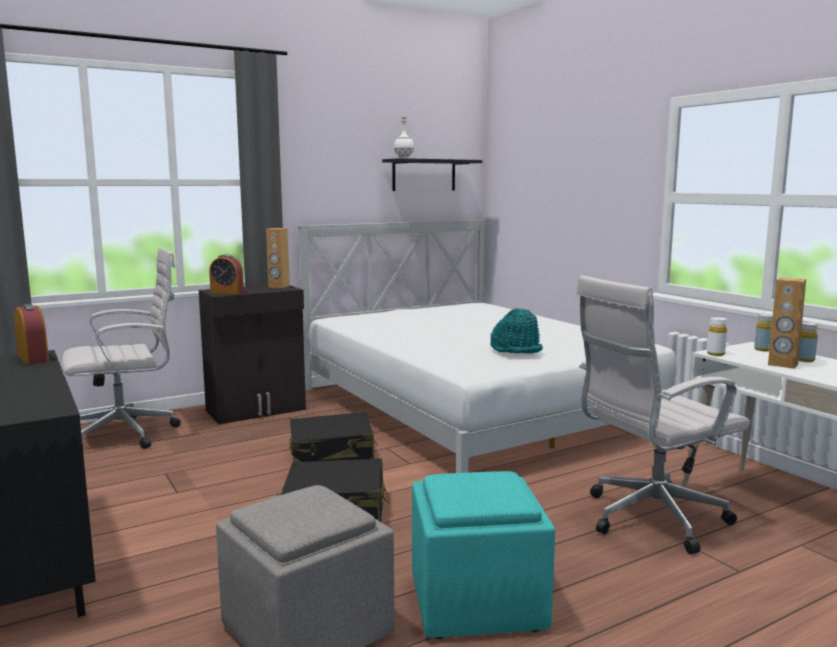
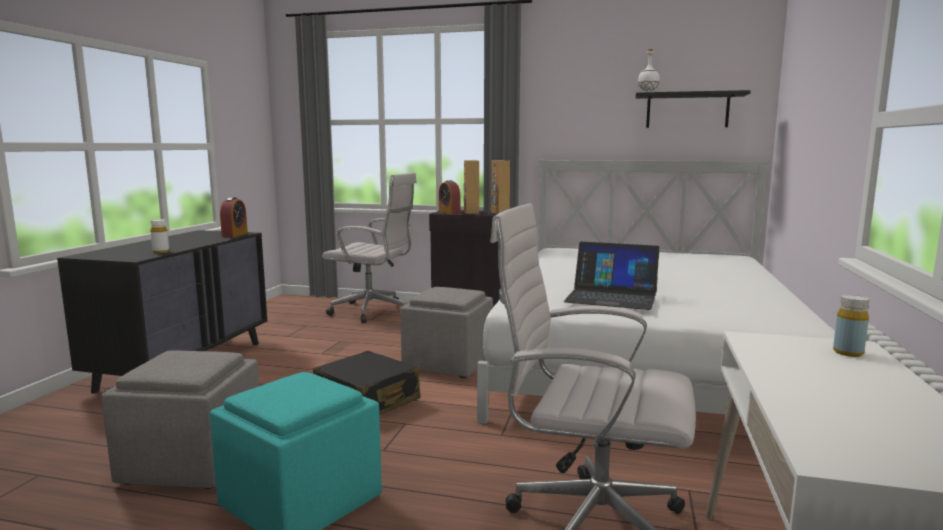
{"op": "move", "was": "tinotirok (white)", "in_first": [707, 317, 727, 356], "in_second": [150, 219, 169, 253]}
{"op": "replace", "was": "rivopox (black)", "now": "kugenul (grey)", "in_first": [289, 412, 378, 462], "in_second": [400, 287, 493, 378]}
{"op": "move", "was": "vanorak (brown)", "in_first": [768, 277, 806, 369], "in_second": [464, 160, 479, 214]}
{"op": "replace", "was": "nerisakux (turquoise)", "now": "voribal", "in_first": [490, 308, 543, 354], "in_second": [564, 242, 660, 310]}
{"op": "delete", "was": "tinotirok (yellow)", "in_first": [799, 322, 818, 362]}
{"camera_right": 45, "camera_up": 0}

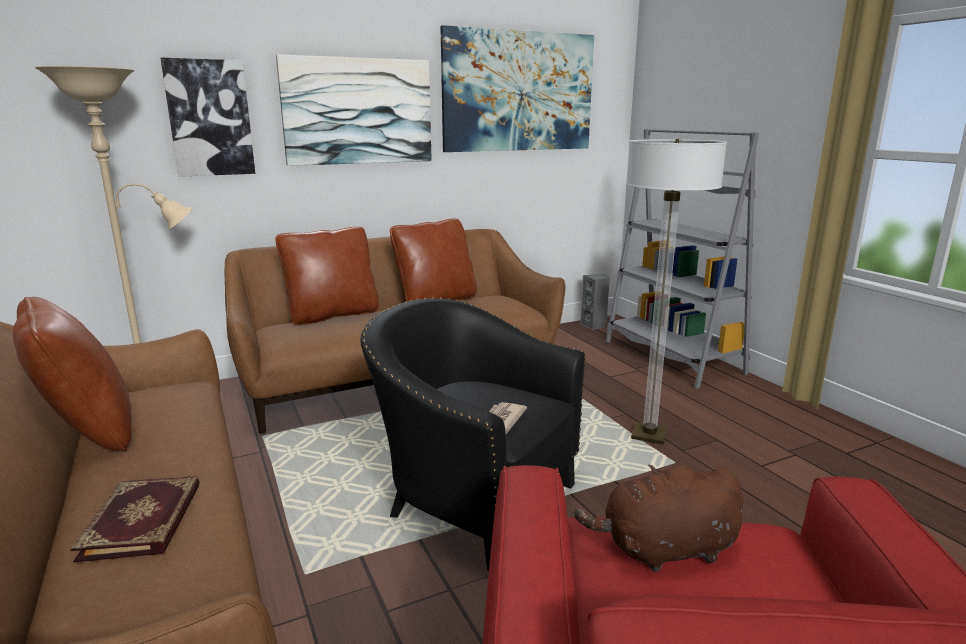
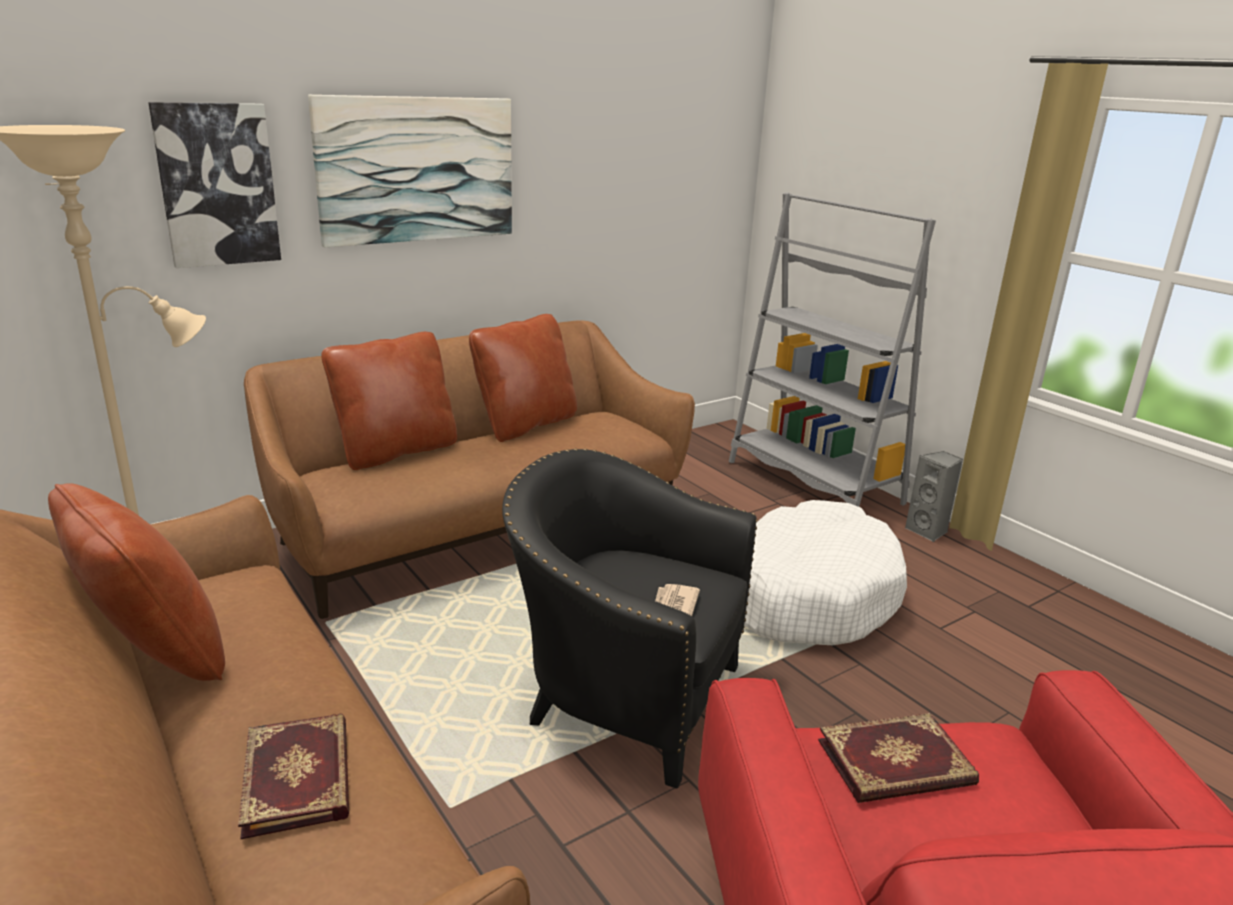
{"op": "replace", "was": "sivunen", "now": "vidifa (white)", "in_first": [626, 139, 727, 445], "in_second": [744, 500, 907, 645]}
{"op": "replace", "was": "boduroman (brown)", "now": "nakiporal", "in_first": [575, 464, 744, 572], "in_second": [818, 713, 979, 803]}
{"op": "move", "was": "vanorak (grey)", "in_first": [580, 274, 610, 330], "in_second": [905, 451, 963, 542]}
{"op": "delete", "was": "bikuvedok", "in_first": [440, 25, 594, 152]}
{"camera_right": -10, "camera_up": 5}

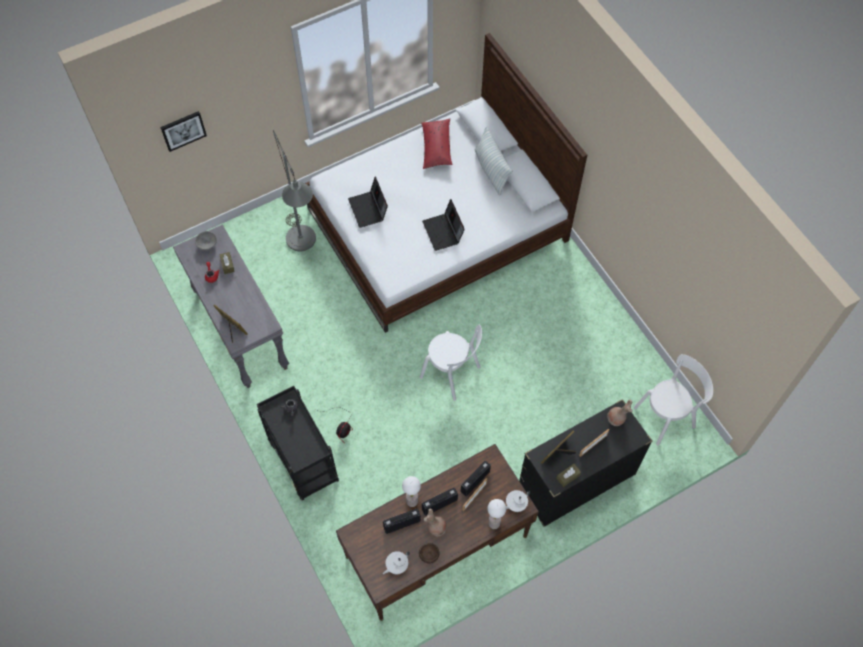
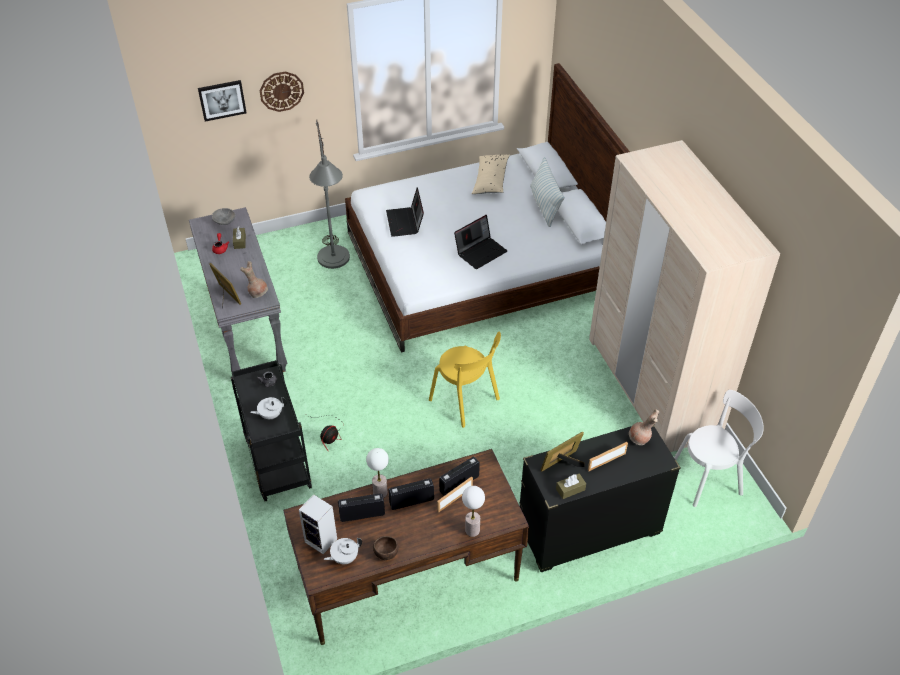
{"op": "move", "was": "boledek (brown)", "in_first": [424, 509, 447, 536], "in_second": [240, 261, 268, 298]}
{"op": "move", "was": "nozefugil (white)", "in_first": [506, 490, 530, 512], "in_second": [250, 397, 287, 419]}
{"op": "insert", "now": "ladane", "in_second": [260, 72, 304, 112]}
{"op": "insert", "now": "vanorak", "in_second": [299, 494, 337, 554]}
{"op": "recolor", "was": "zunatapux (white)", "now": "zunatapux (yellow)", "in_first": [420, 325, 482, 401], "in_second": [429, 332, 501, 428]}
{"op": "rotate", "was": "voribal", "in_first": [422, 199, 465, 251], "in_second": [454, 215, 507, 269], "clockwise": -120}
{"op": "recolor", "was": "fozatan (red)", "now": "fozatan (beige)", "in_first": [422, 118, 453, 169], "in_second": [472, 154, 510, 194]}
{"op": "insert", "now": "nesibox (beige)", "in_second": [589, 140, 780, 452]}
{"camera_right": 10, "camera_up": -15}

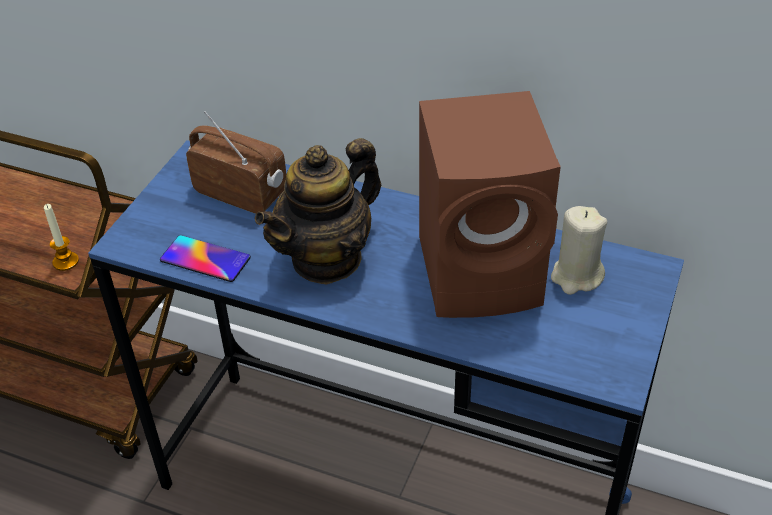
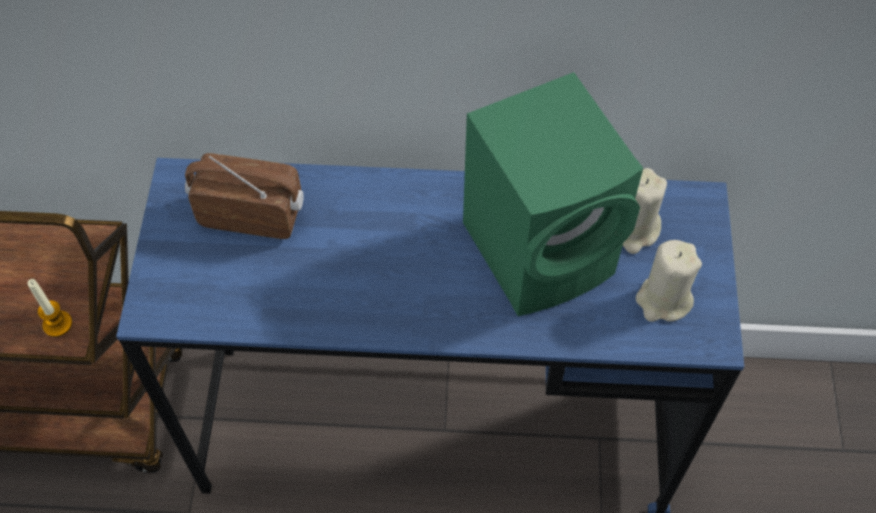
{"op": "recolor", "was": "vanorak (brown)", "now": "vanorak (green)", "in_first": [419, 91, 561, 318], "in_second": [463, 72, 643, 316]}
{"op": "insert", "now": "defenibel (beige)", "in_second": [635, 240, 702, 322]}
{"op": "delete", "was": "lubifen", "in_first": [160, 235, 251, 282]}
{"op": "delete", "was": "nozefugil", "in_first": [255, 138, 381, 285]}
{"camera_right": -20, "camera_up": 15}

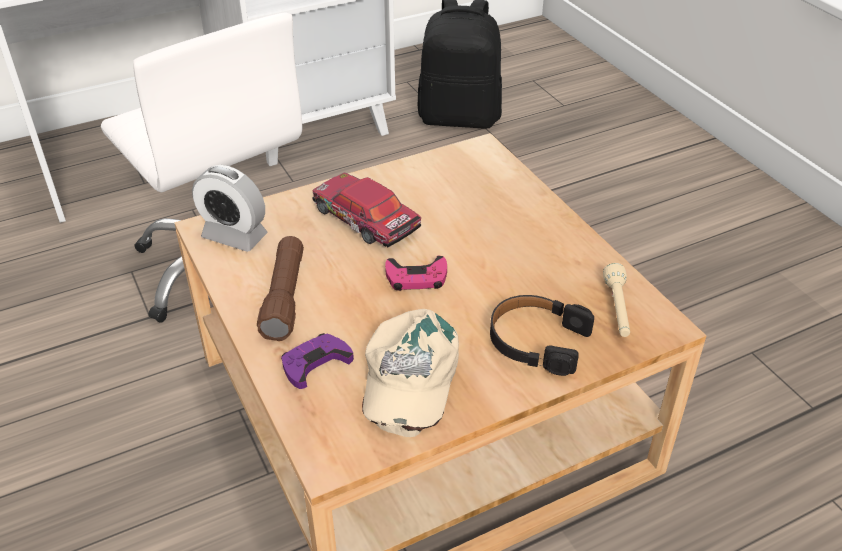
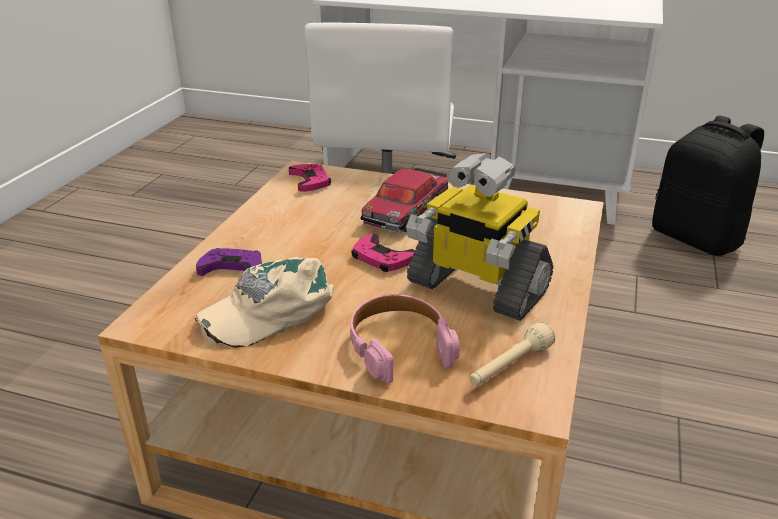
{"op": "replace", "was": "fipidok", "now": "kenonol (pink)", "in_first": [192, 165, 268, 252], "in_second": [289, 164, 331, 192]}
{"op": "recolor", "was": "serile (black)", "now": "serile (pink)", "in_first": [490, 295, 594, 376], "in_second": [350, 294, 460, 384]}
{"op": "rotate", "was": "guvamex", "in_first": [312, 173, 421, 247], "in_second": [361, 168, 448, 233], "clockwise": -150}
{"op": "insert", "now": "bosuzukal", "in_second": [406, 153, 553, 321]}
{"op": "delete", "was": "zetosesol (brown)", "in_first": [257, 236, 304, 341]}
{"camera_right": 45, "camera_up": -10}

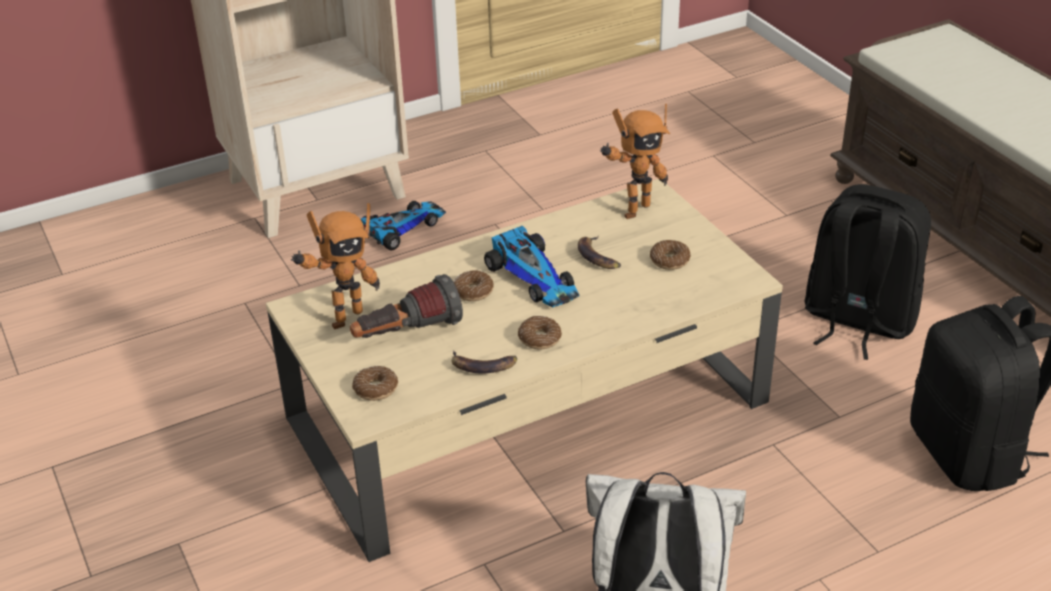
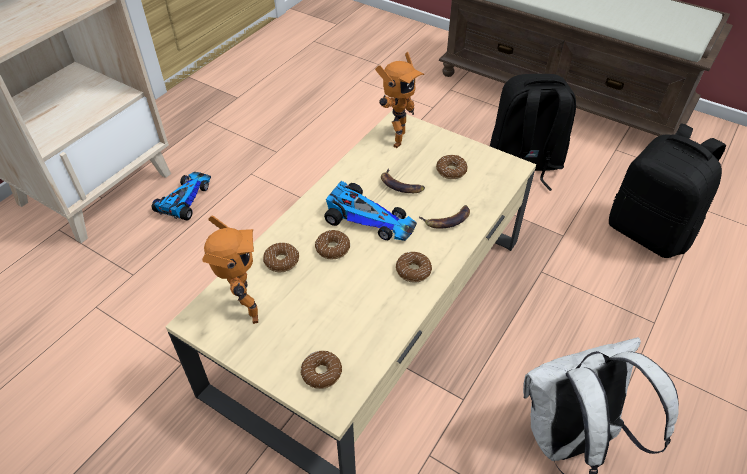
{"op": "rotate", "was": "bosuzukal", "in_first": [291, 203, 380, 329], "in_second": [202, 216, 258, 324], "clockwise": -45}
{"op": "insert", "now": "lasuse", "in_second": [263, 243, 299, 272]}
{"op": "move", "was": "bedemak", "in_first": [451, 350, 517, 374], "in_second": [419, 205, 470, 229]}
{"op": "delete", "was": "zetosesol", "in_first": [350, 274, 463, 338]}
{"camera_right": -30, "camera_up": 10}

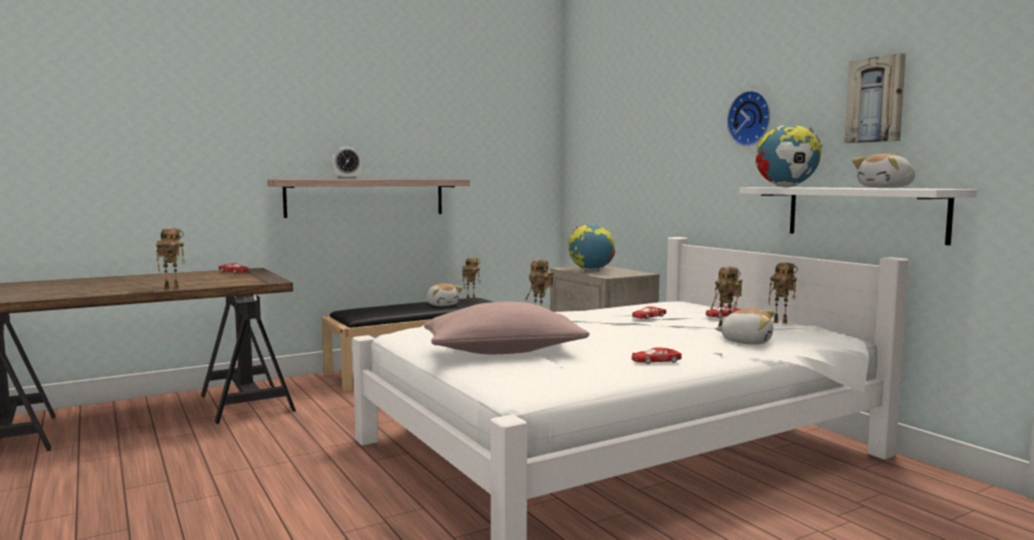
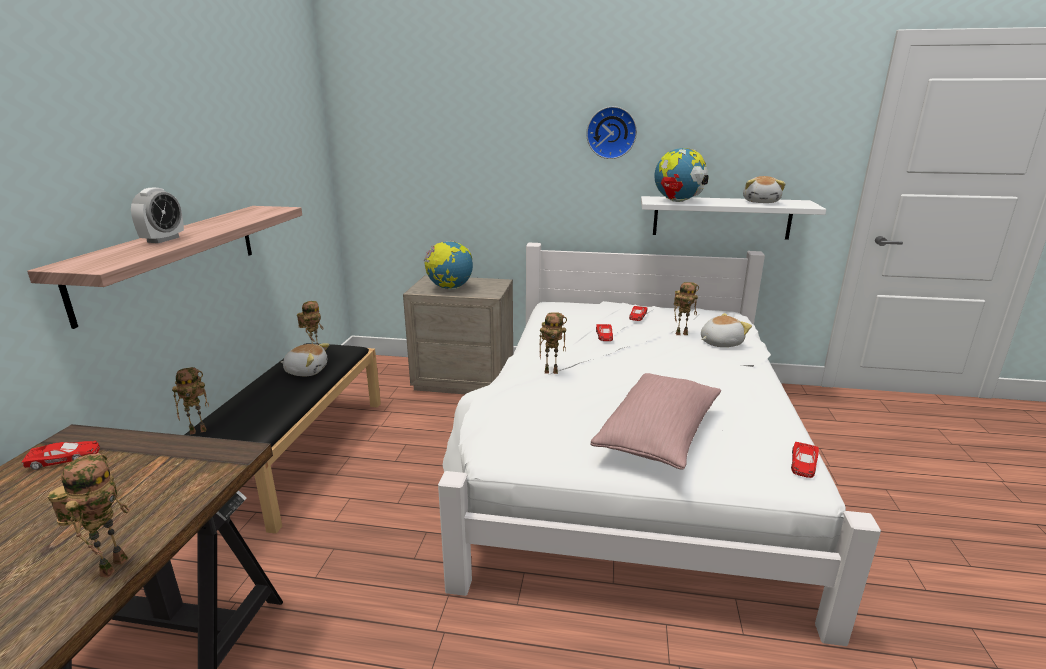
{"op": "move", "was": "bosuzukal", "in_first": [768, 263, 798, 324], "in_second": [172, 367, 209, 434]}
{"op": "move", "was": "guvamex (red)", "in_first": [632, 347, 682, 364], "in_second": [791, 442, 819, 478]}
{"op": "delete", "was": "bikuvedok", "in_first": [844, 53, 906, 143]}
{"camera_right": -50, "camera_up": 15}

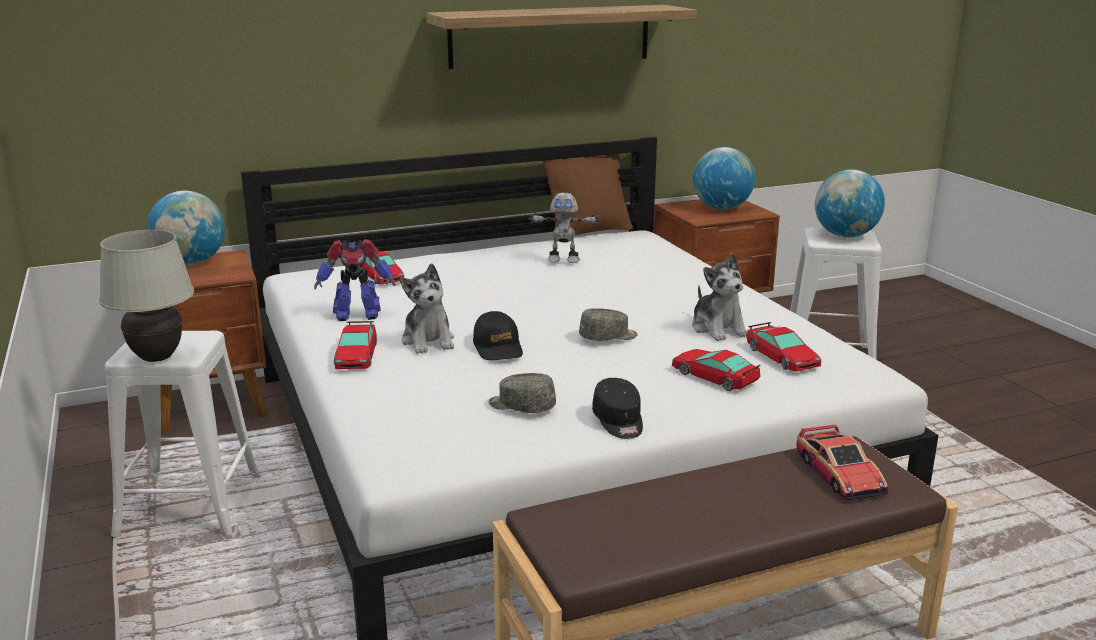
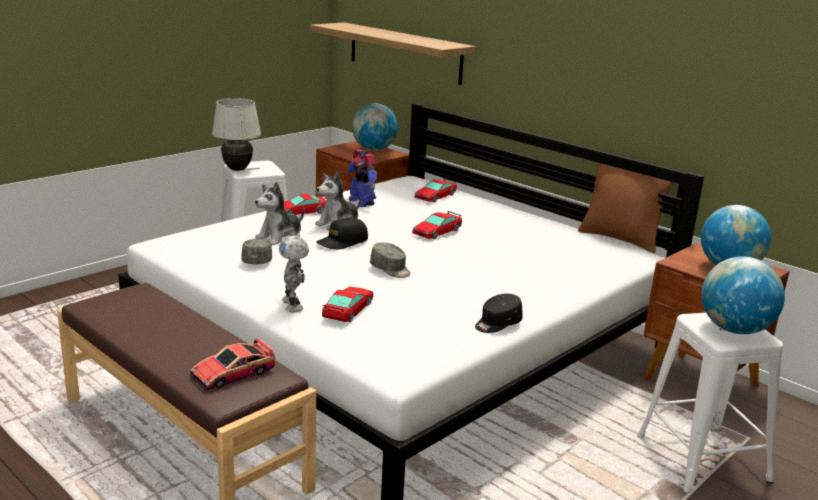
{"op": "move", "was": "boduroman", "in_first": [692, 253, 748, 341], "in_second": [255, 182, 305, 245]}
{"op": "move", "was": "bosuzukal", "in_first": [529, 193, 600, 263], "in_second": [279, 236, 309, 312]}
{"op": "move", "was": "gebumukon", "in_first": [426, 5, 697, 69], "in_second": [310, 22, 476, 85]}
{"op": "move", "was": "guvamex", "in_first": [747, 322, 821, 372], "in_second": [412, 211, 462, 239]}
{"op": "move", "was": "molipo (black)", "in_first": [592, 378, 643, 439], "in_second": [475, 294, 523, 333]}
{"camera_right": 65, "camera_up": 0}

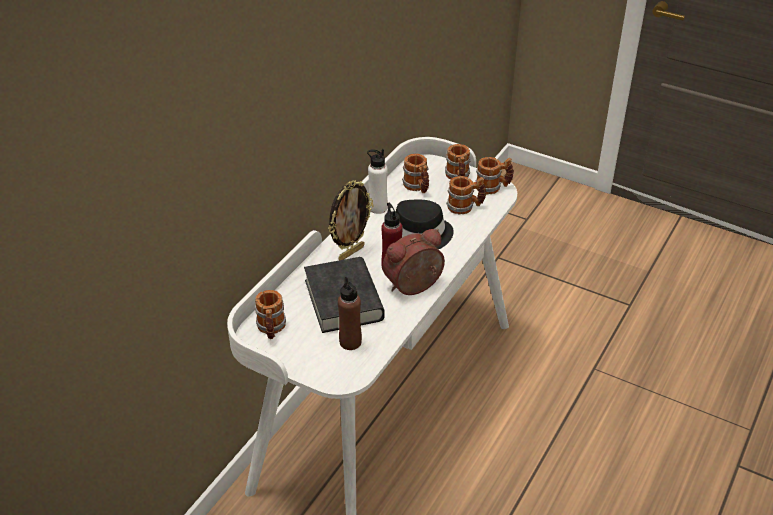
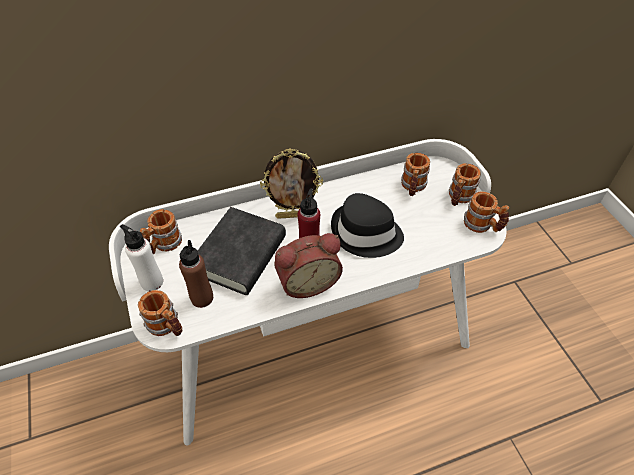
{"op": "move", "was": "tinotirok (white)", "in_first": [367, 149, 388, 214], "in_second": [120, 224, 163, 291]}
{"op": "move", "was": "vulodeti", "in_first": [446, 176, 486, 214], "in_second": [138, 290, 183, 336]}
{"op": "rotate", "was": "fipidok", "in_first": [383, 229, 445, 295], "in_second": [274, 233, 343, 298], "clockwise": 150}
{"camera_right": 40, "camera_up": 10}

